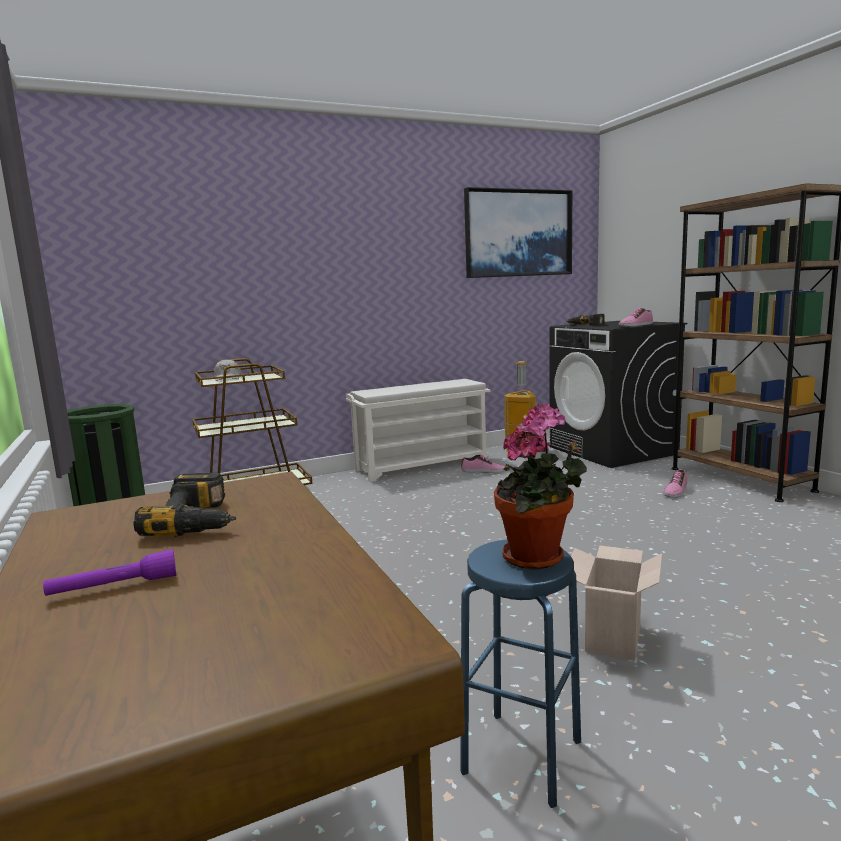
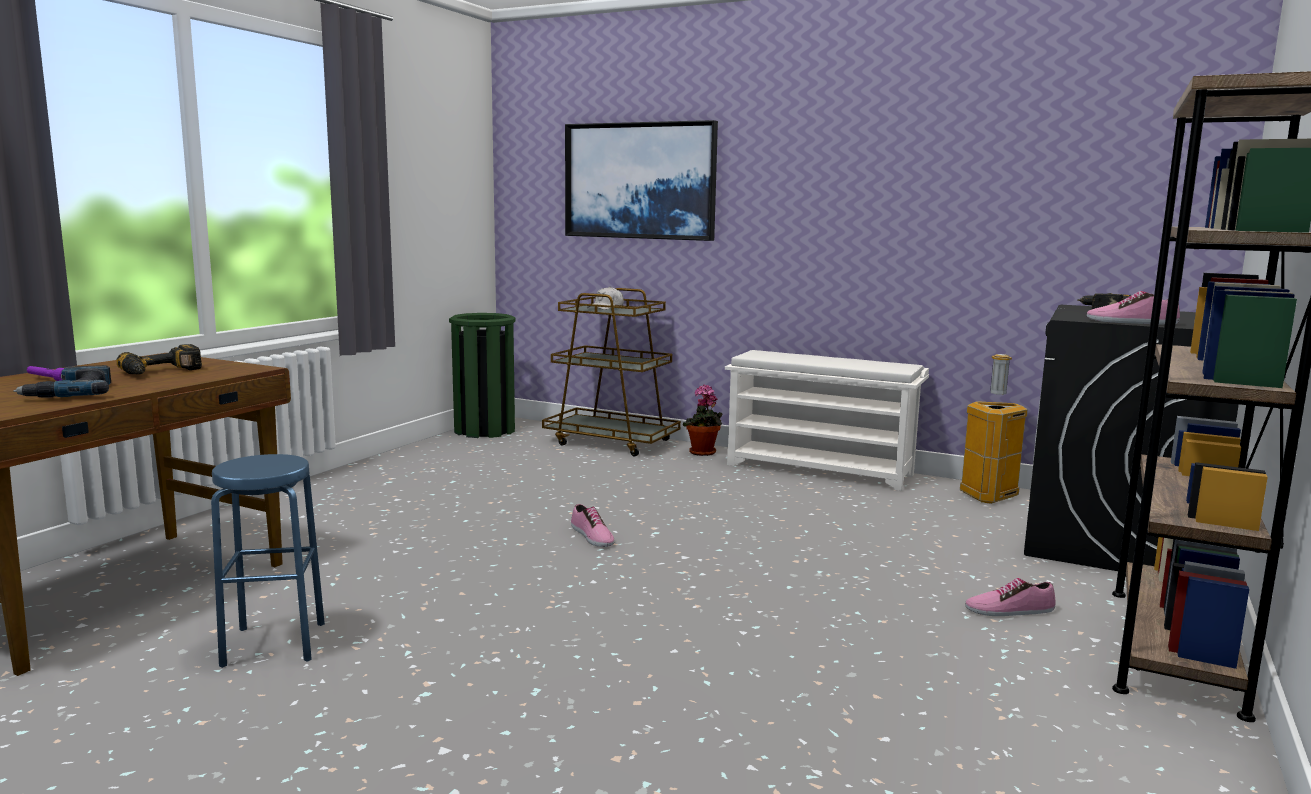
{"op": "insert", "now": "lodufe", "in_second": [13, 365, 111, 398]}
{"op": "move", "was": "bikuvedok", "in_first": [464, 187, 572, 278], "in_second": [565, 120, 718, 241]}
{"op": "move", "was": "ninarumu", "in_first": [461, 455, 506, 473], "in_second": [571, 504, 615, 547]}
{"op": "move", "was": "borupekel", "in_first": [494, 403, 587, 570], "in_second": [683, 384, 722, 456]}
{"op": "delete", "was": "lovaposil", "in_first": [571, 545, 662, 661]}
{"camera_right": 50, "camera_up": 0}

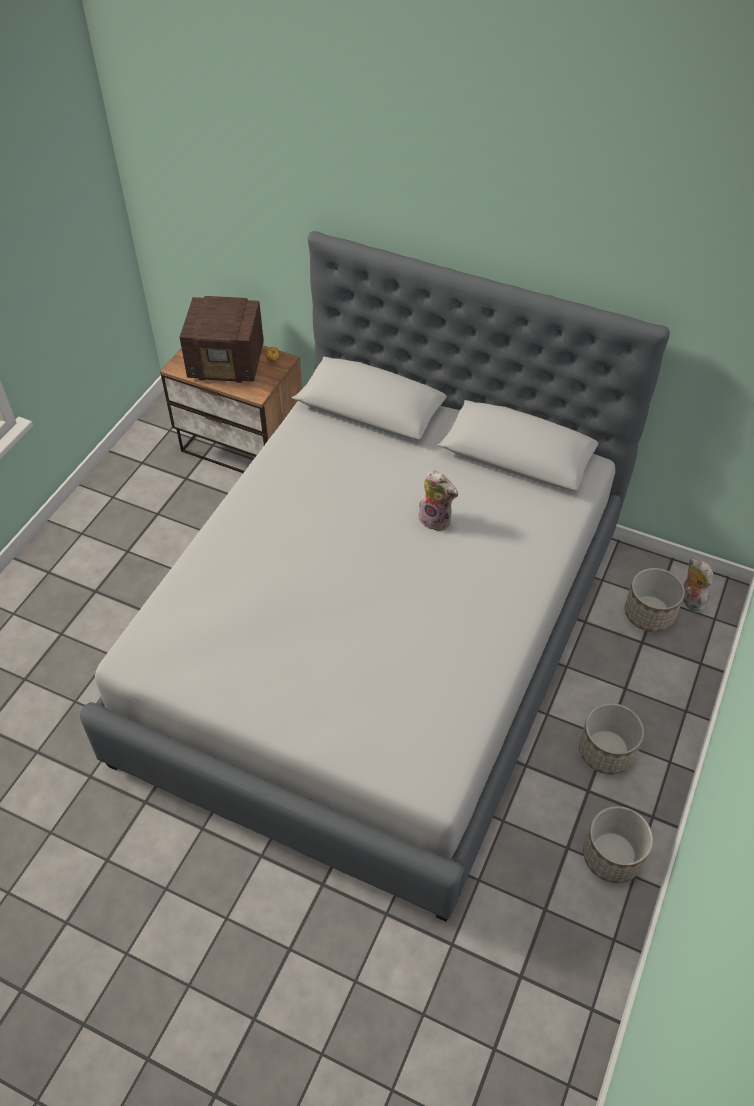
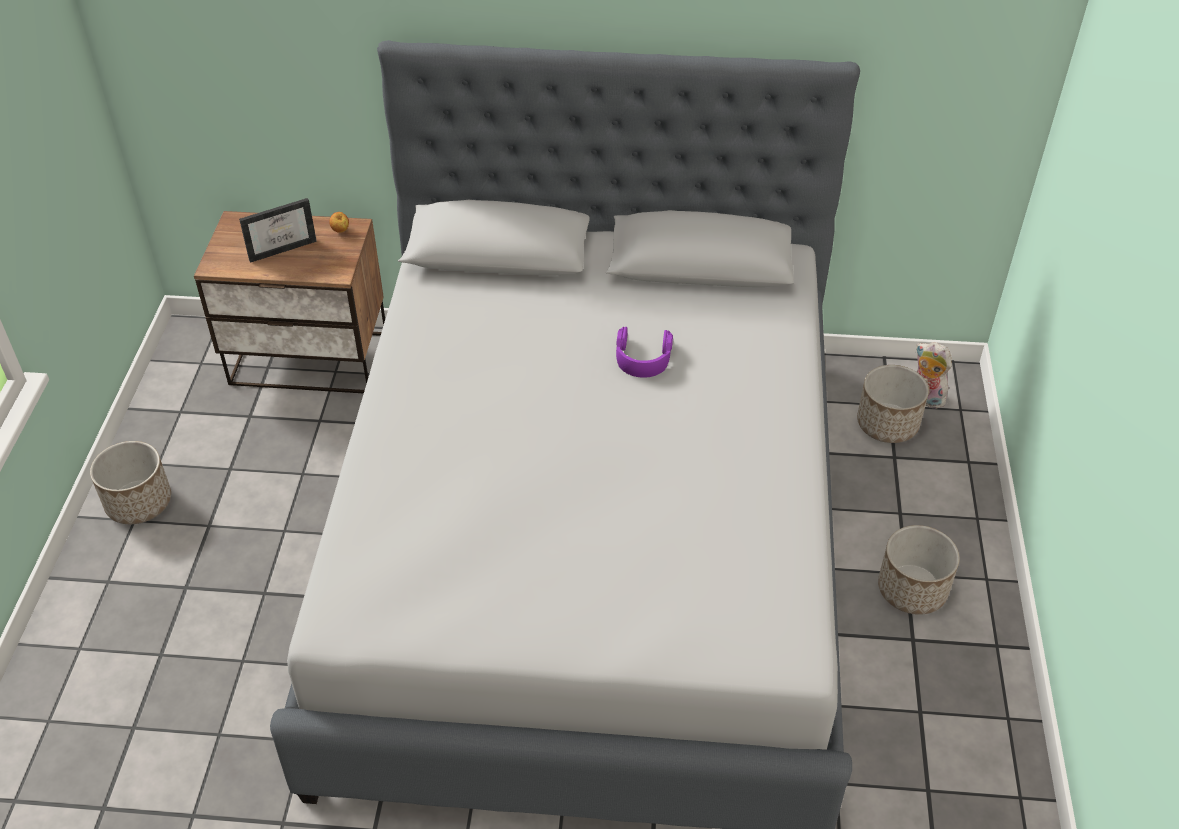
{"op": "move", "was": "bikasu", "in_first": [583, 806, 653, 883], "in_second": [90, 441, 171, 524]}
{"op": "replace", "was": "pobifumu", "now": "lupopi", "in_first": [180, 296, 264, 383], "in_second": [239, 198, 317, 263]}
{"op": "replace", "was": "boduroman", "now": "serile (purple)", "in_first": [418, 470, 458, 532], "in_second": [616, 326, 673, 378]}
{"camera_right": -20, "camera_up": -5}

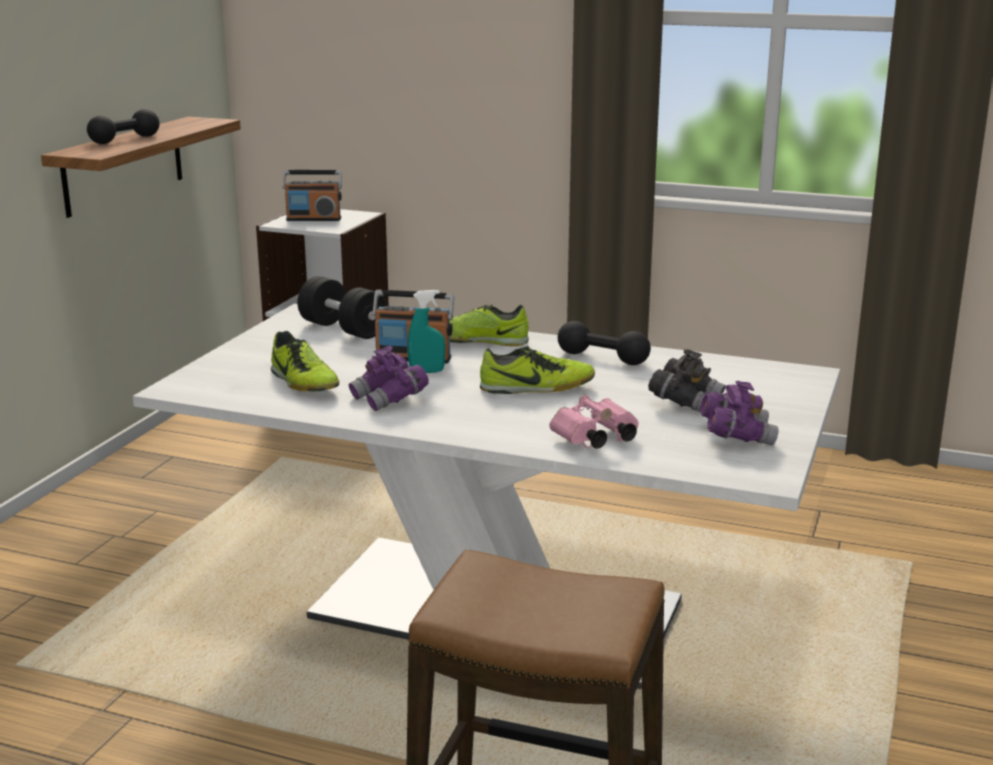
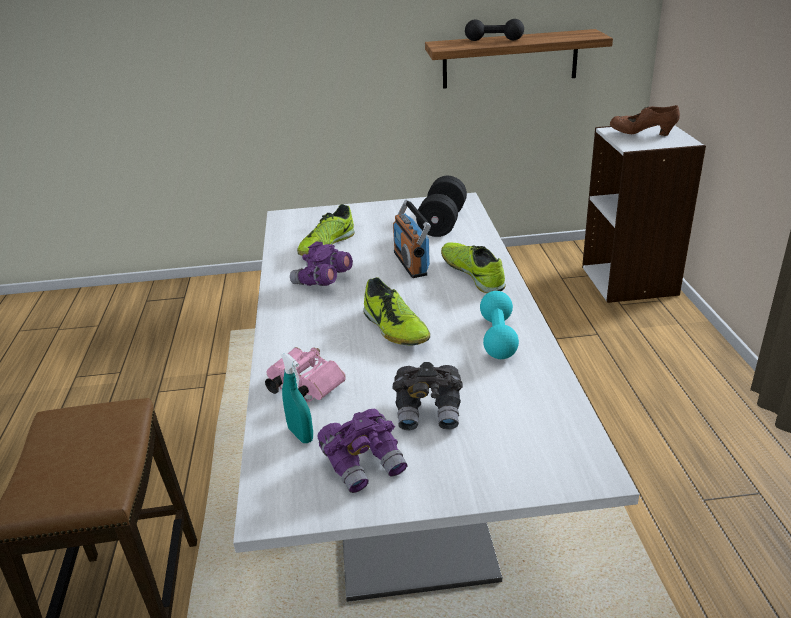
{"op": "move", "was": "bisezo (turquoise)", "in_first": [407, 290, 445, 373], "in_second": [281, 352, 313, 443]}
{"op": "recolor", "was": "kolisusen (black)", "now": "kolisusen (turquoise)", "in_first": [558, 321, 651, 365], "in_second": [480, 291, 519, 359]}
{"op": "replace", "was": "pobifumu", "now": "ninarumu (brown)", "in_first": [283, 170, 342, 221], "in_second": [610, 105, 680, 136]}
{"camera_right": 65, "camera_up": 10}

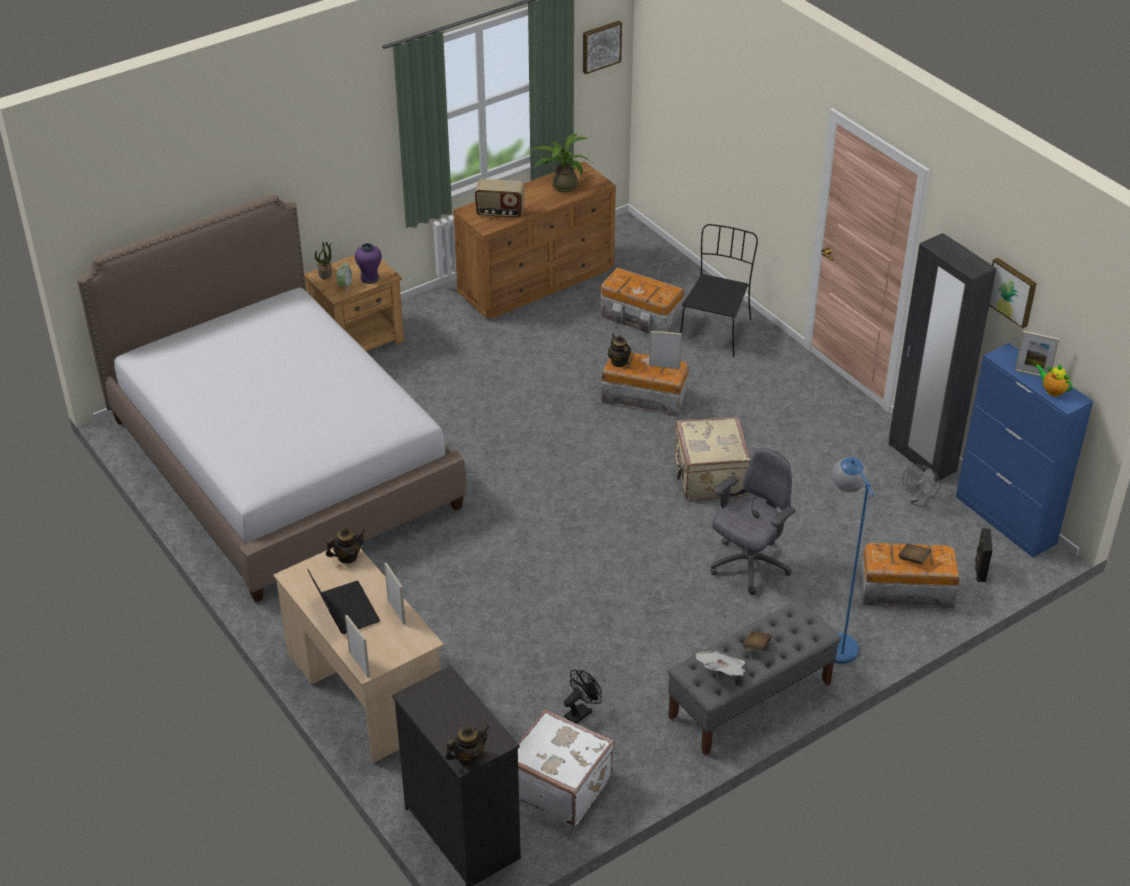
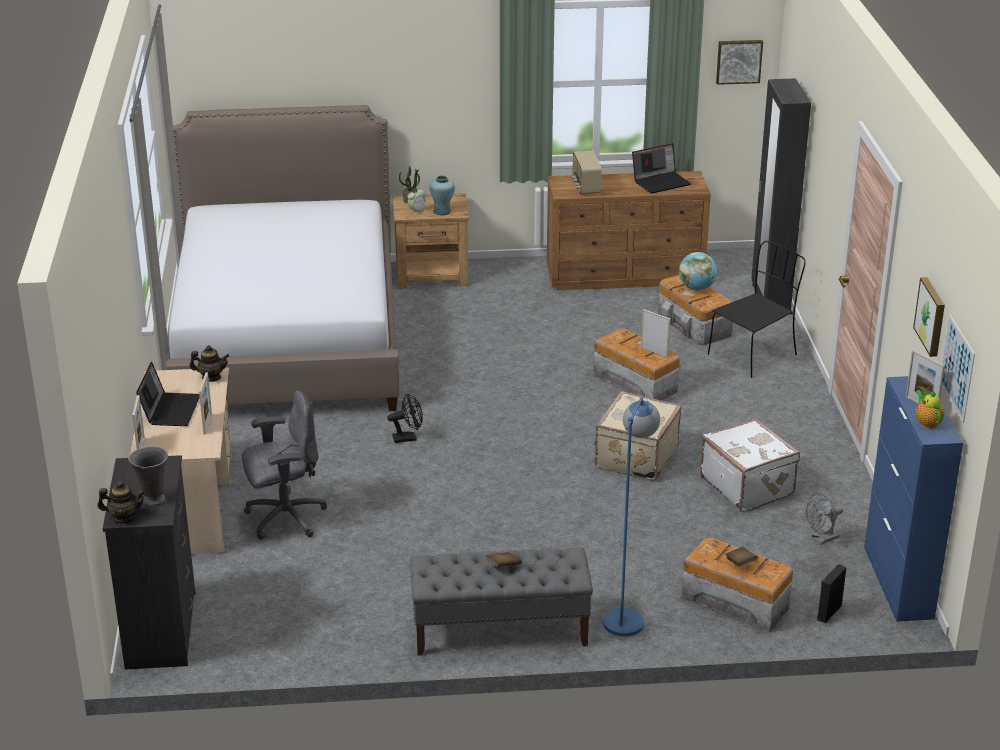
{"op": "insert", "now": "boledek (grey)", "in_second": [128, 446, 168, 506]}
{"op": "move", "was": "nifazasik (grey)", "in_first": [711, 448, 796, 595], "in_second": [242, 391, 327, 540]}
{"op": "move", "was": "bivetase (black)", "in_first": [564, 669, 602, 724], "in_second": [387, 393, 423, 443]}
{"op": "recolor", "was": "boledek (purple)", "now": "boledek (turquoise)", "in_first": [355, 243, 382, 284], "in_second": [429, 175, 455, 216]}
{"op": "rotate", "was": "pobifumu", "in_first": [475, 179, 524, 218], "in_second": [572, 150, 602, 195], "clockwise": 45}
{"op": "replace", "was": "borupekel", "now": "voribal", "in_first": [531, 134, 592, 192], "in_second": [632, 143, 691, 194]}
{"op": "insert", "now": "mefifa", "in_second": [679, 252, 717, 290]}
{"op": "move", "was": "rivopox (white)", "in_first": [518, 709, 615, 826], "in_second": [700, 418, 800, 512]}
{"op": "move", "was": "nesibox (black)", "in_first": [889, 233, 996, 482], "in_second": [751, 78, 811, 310]}
{"op": "insert", "now": "bikuvedok", "in_second": [942, 314, 975, 423]}
{"op": "delete", "was": "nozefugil", "in_first": [608, 333, 631, 367]}
{"op": "delete", "was": "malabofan", "in_first": [696, 651, 745, 676]}
{"camera_right": 30, "camera_up": -10}

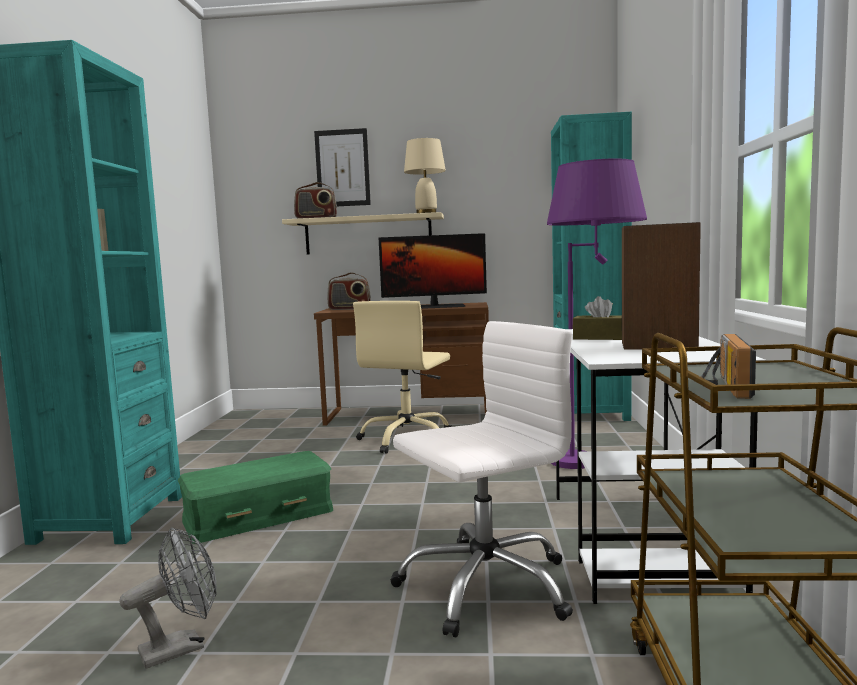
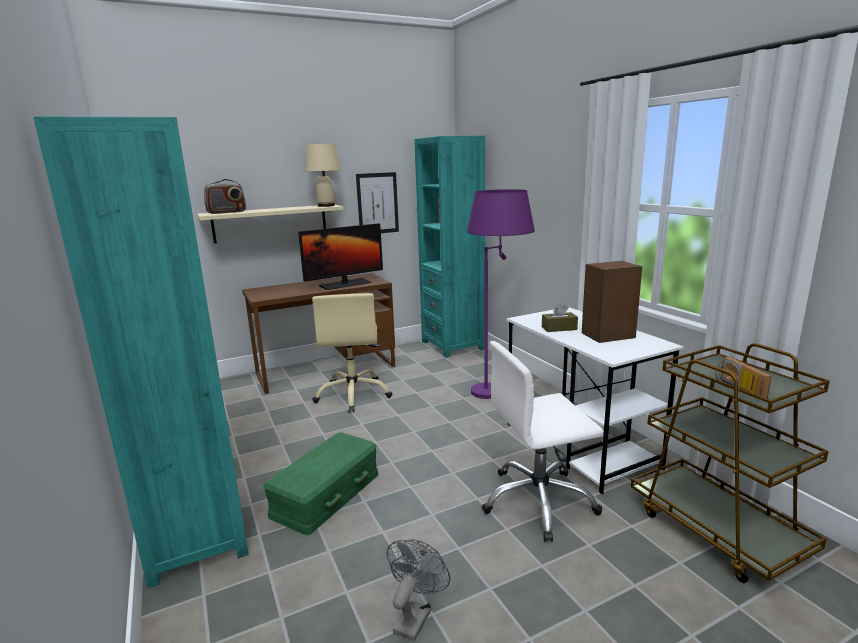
{"op": "move", "was": "bikuvedok", "in_first": [314, 128, 371, 206], "in_second": [356, 172, 399, 233]}
{"op": "rotate", "was": "nifazasik (white)", "in_first": [390, 321, 573, 637], "in_second": [482, 341, 604, 542], "clockwise": -135}
{"op": "delete", "was": "pobifumu", "in_first": [327, 272, 371, 310]}
{"camera_right": -30, "camera_up": 10}

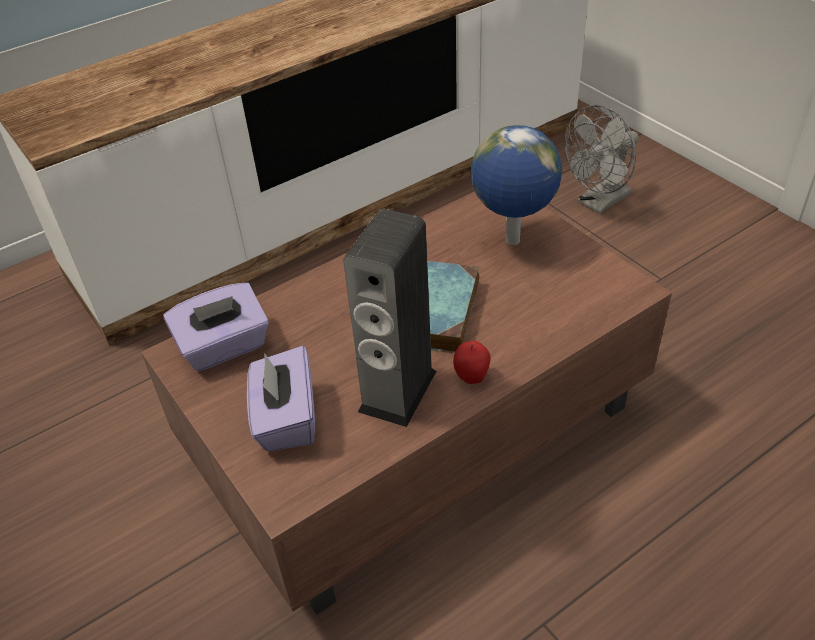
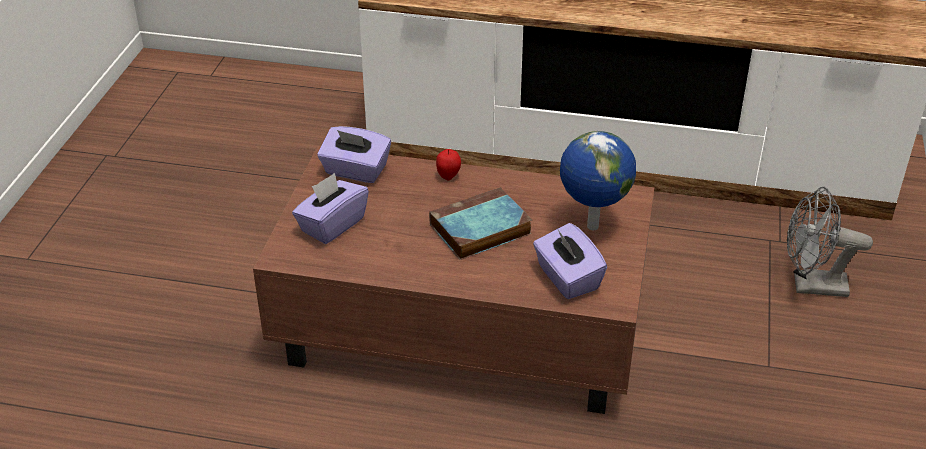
{"op": "move", "was": "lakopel", "in_first": [453, 341, 491, 384], "in_second": [436, 149, 461, 180]}
{"op": "insert", "now": "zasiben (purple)", "in_second": [533, 223, 607, 299]}
{"op": "delete", "was": "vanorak", "in_first": [343, 209, 437, 427]}
{"camera_right": 45, "camera_up": -5}

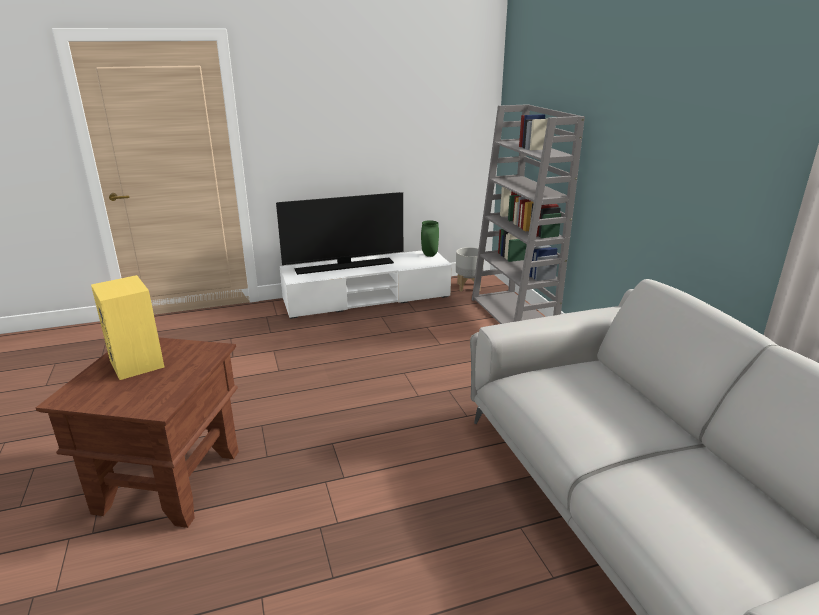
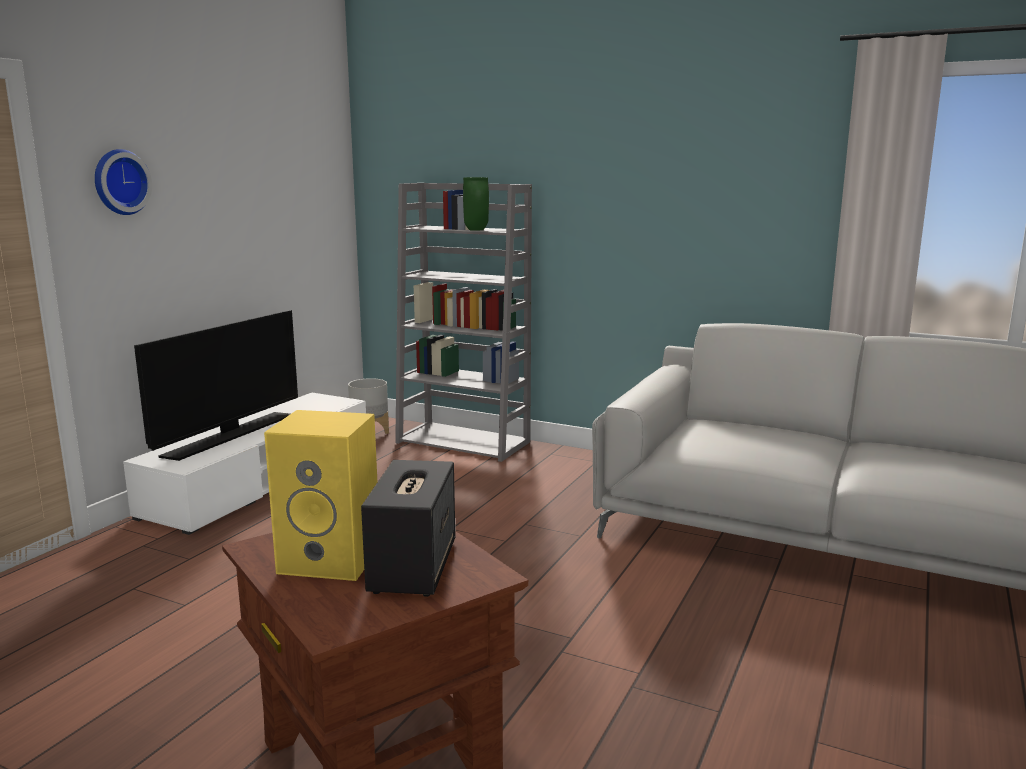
{"op": "insert", "now": "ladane", "in_second": [95, 149, 152, 215]}
{"op": "insert", "now": "vanorak", "in_second": [361, 460, 455, 597]}
{"op": "move", "was": "boledek (green)", "in_first": [421, 220, 439, 257], "in_second": [463, 177, 489, 231]}
{"camera_right": -45, "camera_up": -10}

